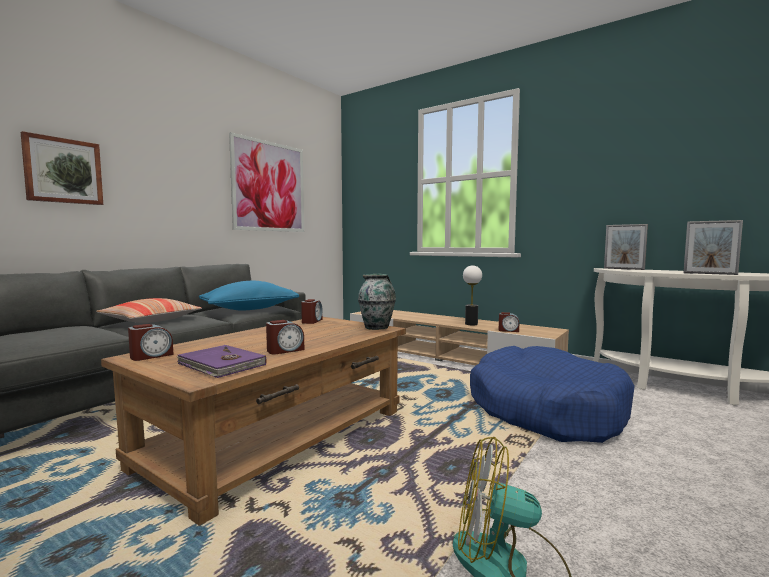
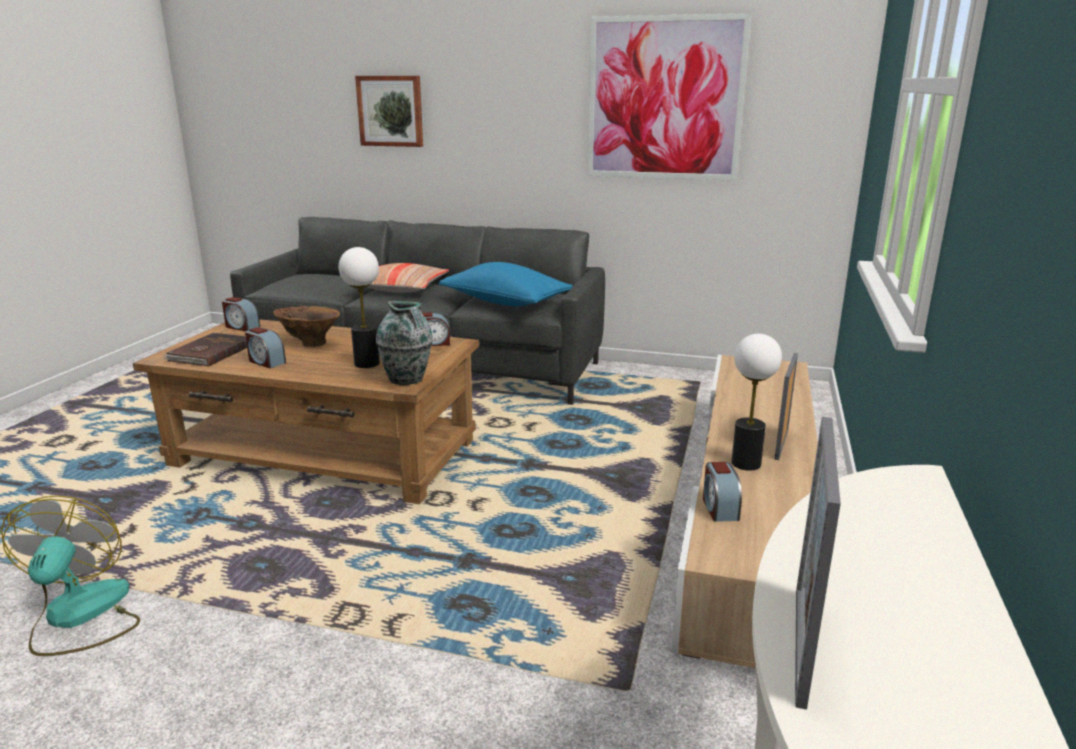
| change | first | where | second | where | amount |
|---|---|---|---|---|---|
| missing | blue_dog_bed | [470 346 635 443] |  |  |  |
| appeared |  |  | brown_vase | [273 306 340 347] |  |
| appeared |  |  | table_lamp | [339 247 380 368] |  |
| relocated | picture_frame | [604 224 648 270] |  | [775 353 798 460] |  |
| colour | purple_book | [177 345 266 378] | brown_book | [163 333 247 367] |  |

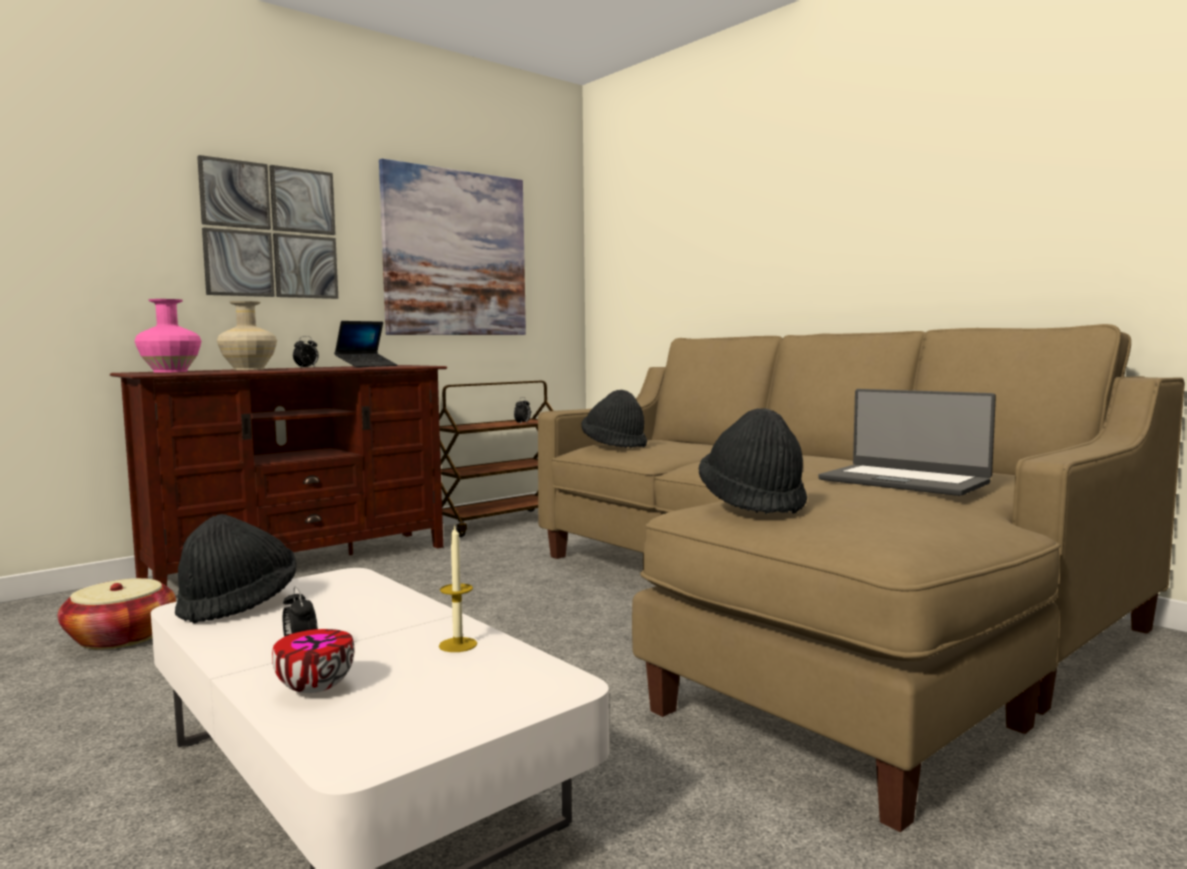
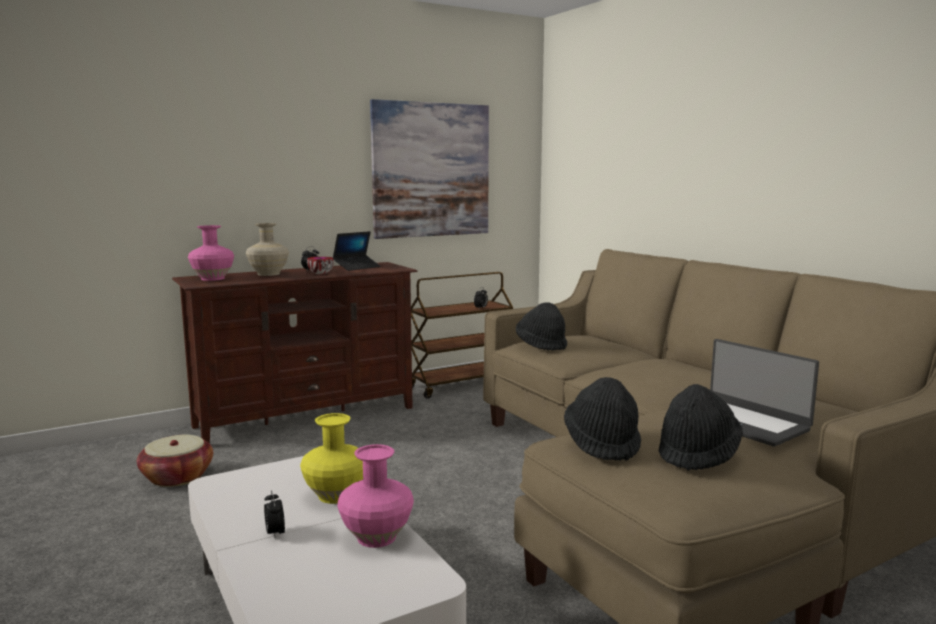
| change | first | where | second | where | amount |
|---|---|---|---|---|---|
| missing | picture | [197 155 338 299] |  |  |  |
| appeared |  |  | yellow_vase | [300 413 363 504] |  |
| relocated | black_hat | [175 514 297 624] |  | [659 384 743 471] |  |
| relocated | bowl | [272 629 355 693] |  | [307 257 334 274] |  |
| exchanged | candle | [439 524 477 652] | pink_vase | [337 444 414 548] |  |

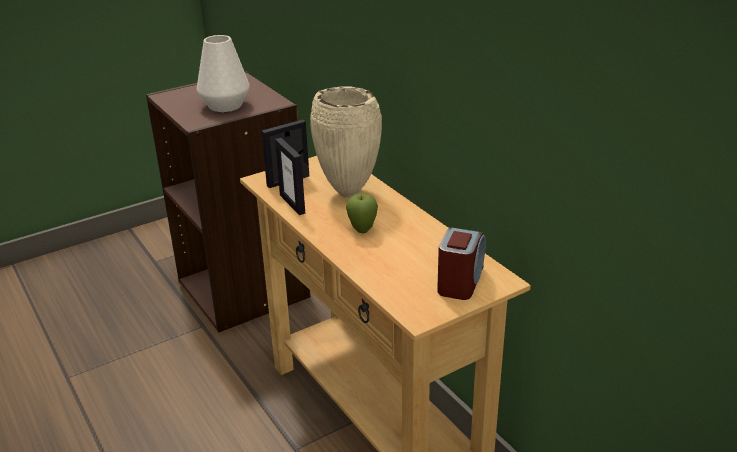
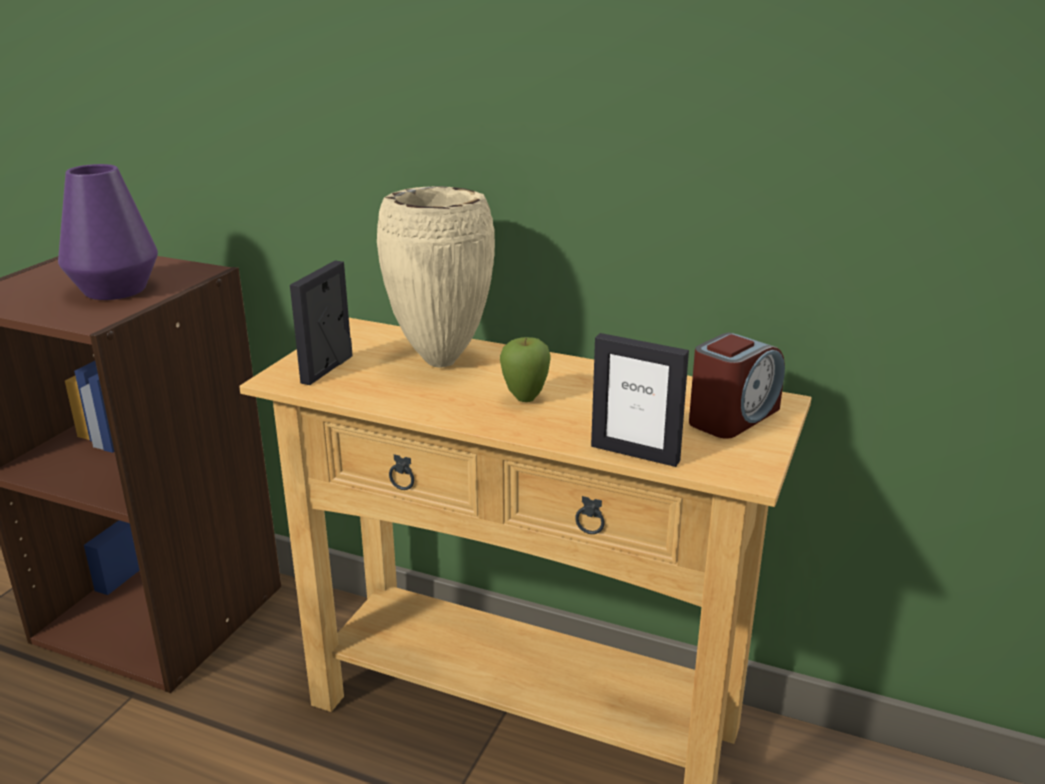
| change | first | where | second | where | amount |
|---|---|---|---|---|---|
| relocated | picture_frame | [275 138 305 215] |  | [591 333 689 467] |  |
| colour | white_vase | [197 35 250 112] | purple_vase | [58 164 158 300] |  |
| spun | alarm_clock | [437 227 486 300] |  | [689 332 785 439] | 60 degrees clockwise |

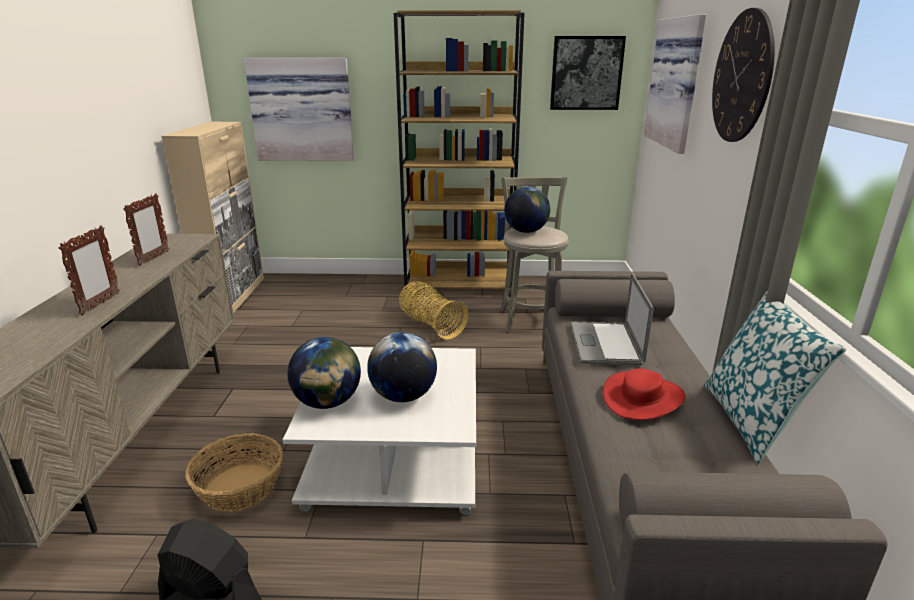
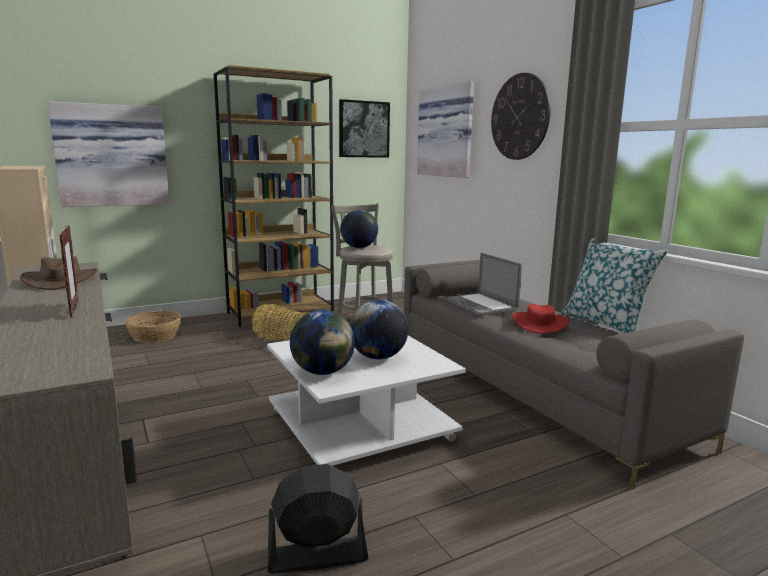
| change | first | where | second | where | amount |
|---|---|---|---|---|---|
| relocated | basket | [185 433 283 512] |  | [125 311 181 343] |  |
| exchanged | picture_frame | [123 193 169 266] | brown_hat | [20 256 98 290] |  |

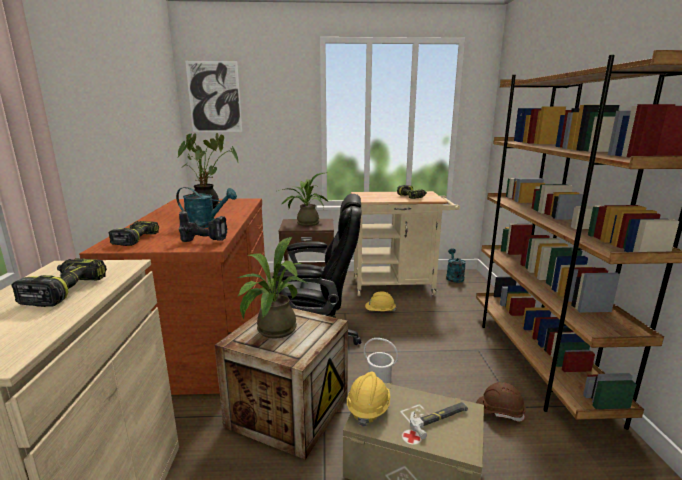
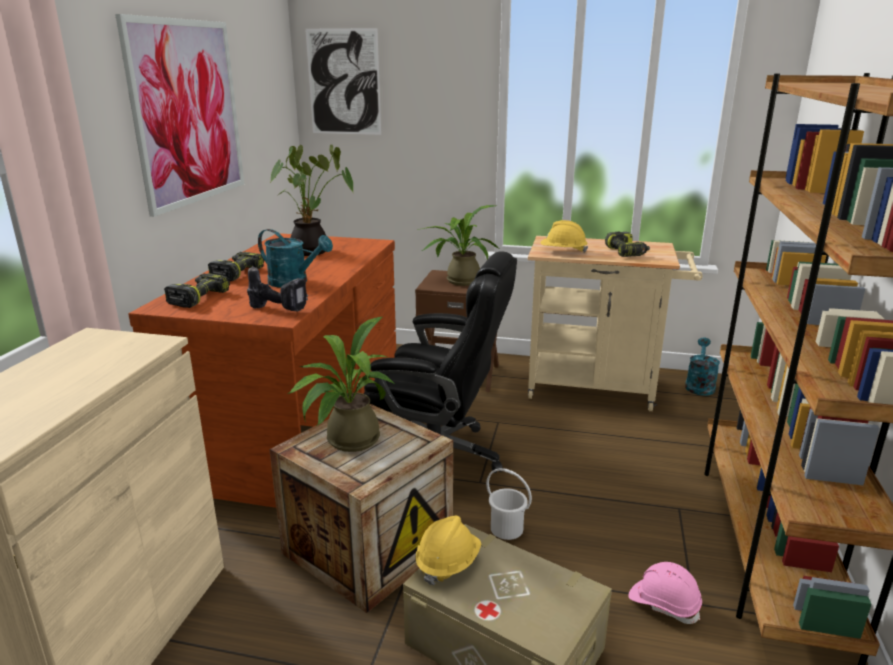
| change | first | where | second | where | amount |
|---|---|---|---|---|---|
| missing | hammer | [410 402 468 439] |  |  |  |
| appeared |  |  | picture | [115 14 244 217] |  |
| relocated | power_drill | [11 258 107 307] |  | [208 252 264 281] |  |
| relocated | yellow_hard_hat | [365 292 396 311] |  | [540 220 588 253] |  |
| colour | brown_hard_hat | [476 382 526 421] | pink_hard_hat | [629 562 702 624] |  |

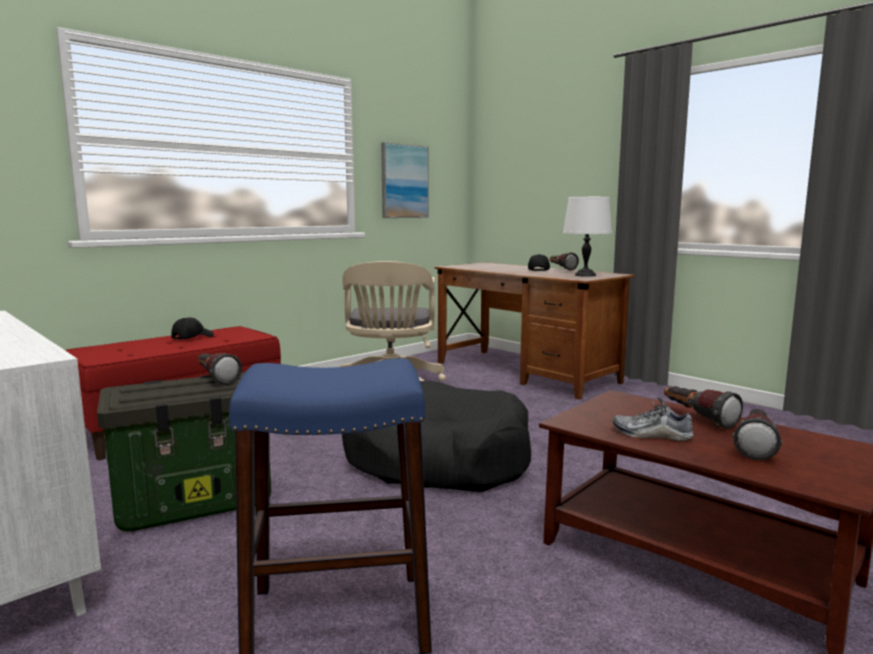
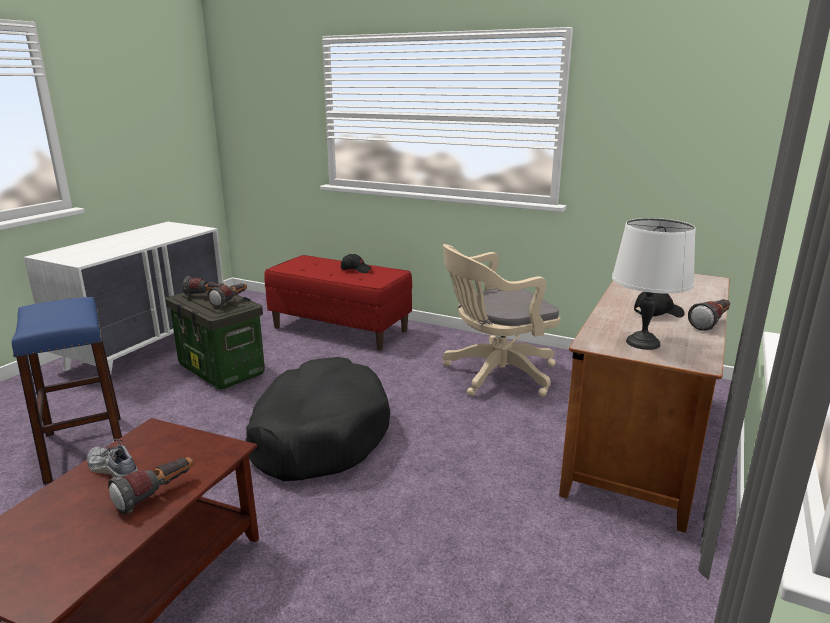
| change | first | where | second | where | amount |
|---|---|---|---|---|---|
| missing | picture | [381 142 429 218] |  |  |  |
| relocated | flashlight | [733 409 782 460] |  | [183 276 227 296] |  |
| spun | shoe | [613 397 693 441] |  | [87 439 138 477] | 60 degrees counterclockwise |

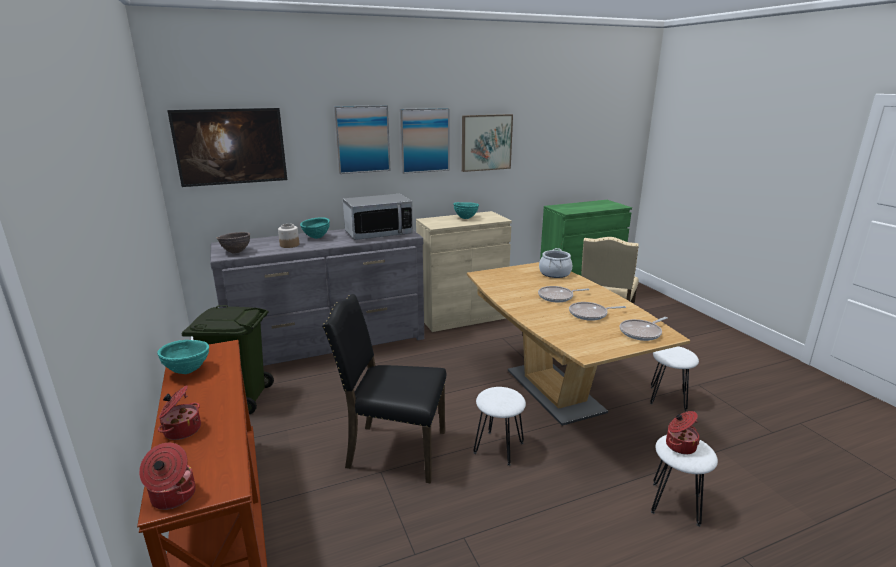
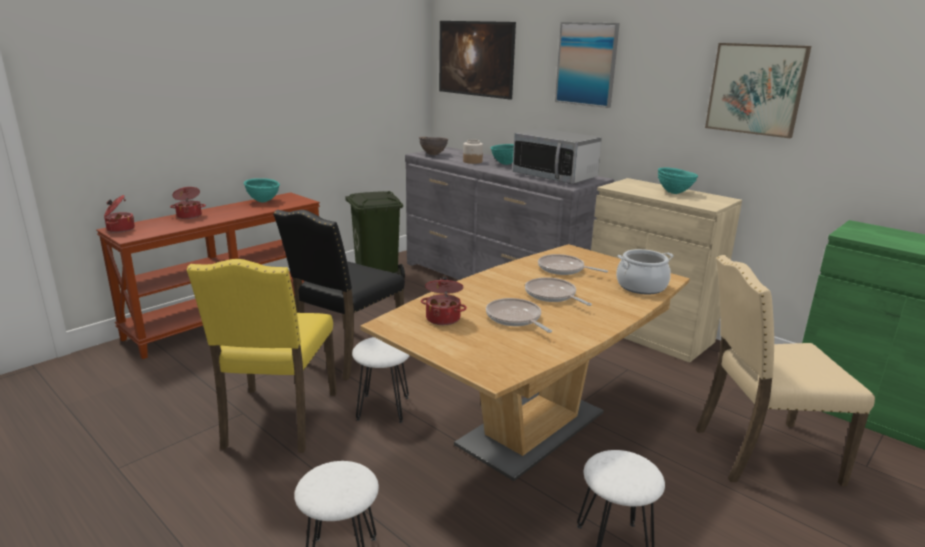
| change | first | where | second | where | amount |
|---|---|---|---|---|---|
| missing | picture | [400 108 449 174] |  |  |  |
| appeared |  |  | yellow_chair | [187 259 337 453] |  |
| relocated | frying_pan | [620 317 667 341] |  | [538 254 608 275] |  |
| relocated | cooking_pot | [666 411 700 454] |  | [421 277 467 325] |  |
| spun | black_chair | [322 294 446 483] |  | [273 210 405 381] | 135 degrees counterclockwise |

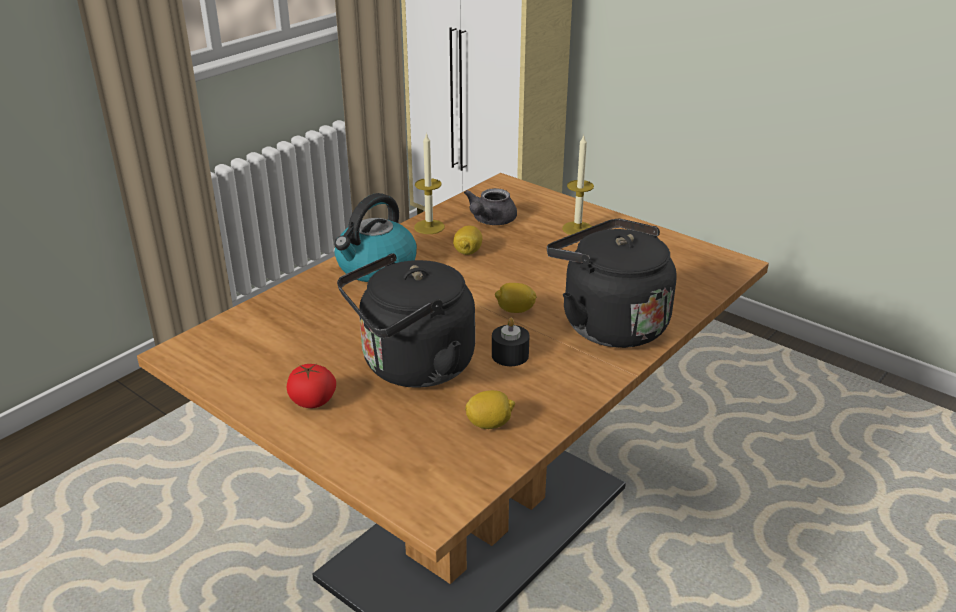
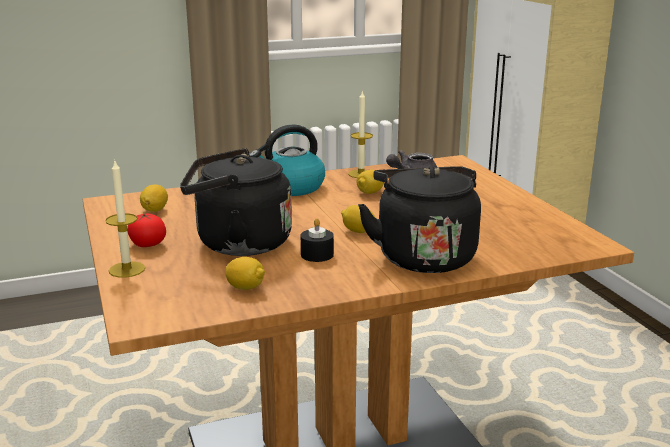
| change | first | where | second | where | amount |
|---|---|---|---|---|---|
| appeared |  |  | lemon | [140 185 168 212] |  |
| relocated | candle | [562 136 594 235] |  | [105 159 145 278] |  |

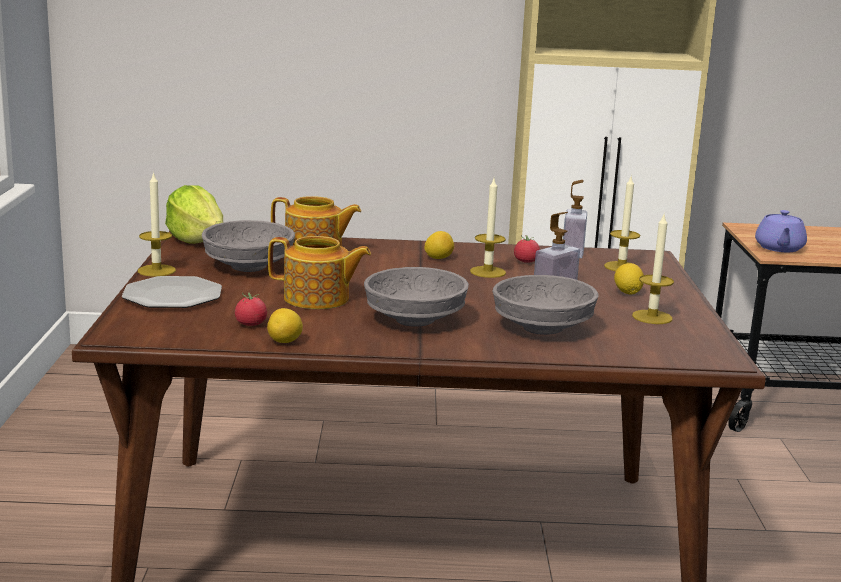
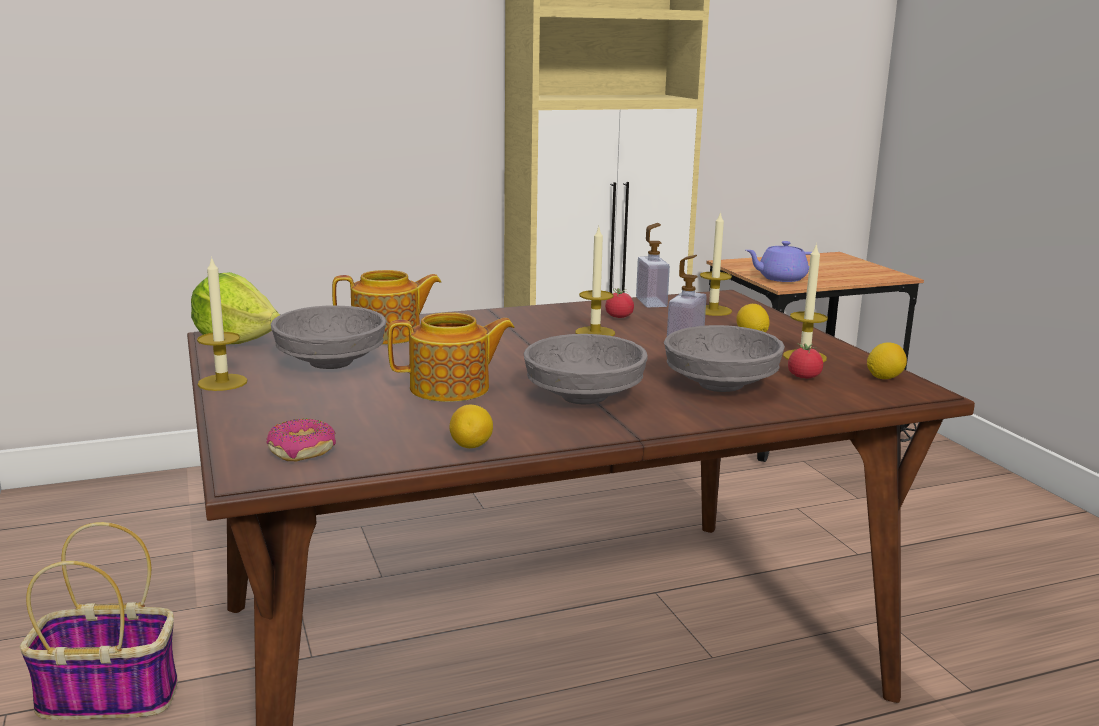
| change | first | where | second | where | amount |
|---|---|---|---|---|---|
| missing | plate | [122 276 222 308] |  |  |  |
| appeared |  |  | basket | [20 522 178 720] |  |
| appeared |  |  | donut | [267 418 336 461] |  |
| relocated | tomato | [235 292 267 326] |  | [788 343 823 379] |  |
| relocated | lemon | [424 231 454 259] |  | [867 342 907 379] |  |
| spun | purple_teapot | [755 210 807 252] |  | [746 241 812 282] | 90 degrees clockwise |

